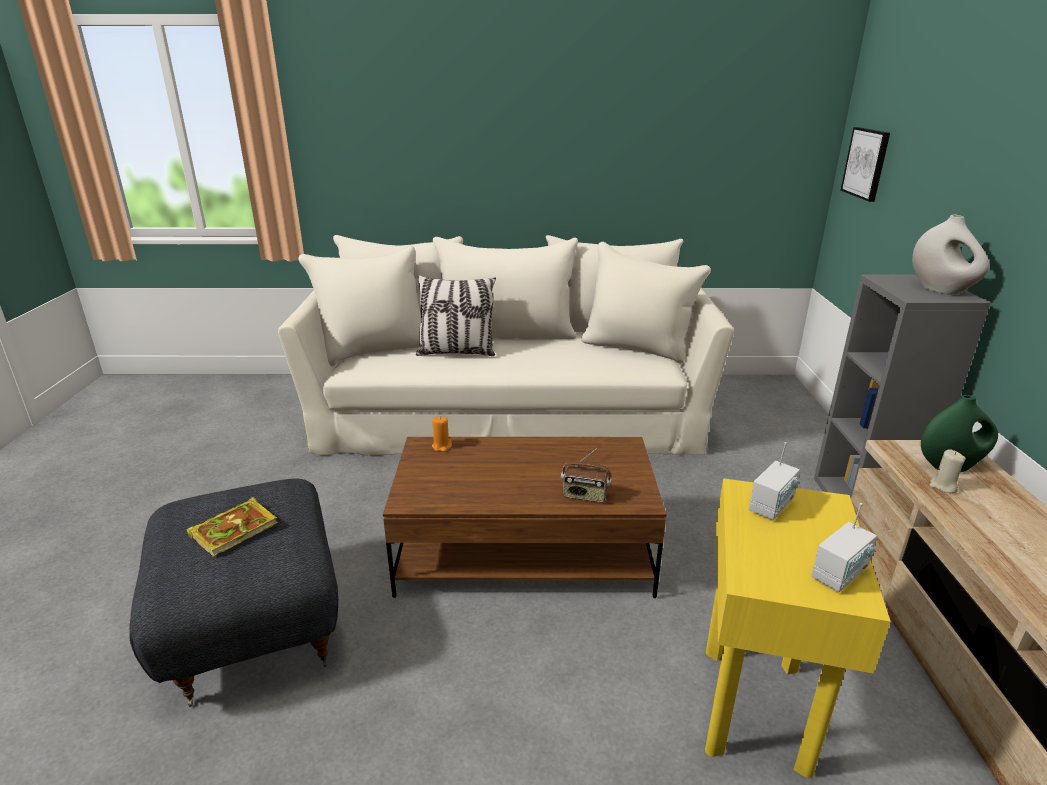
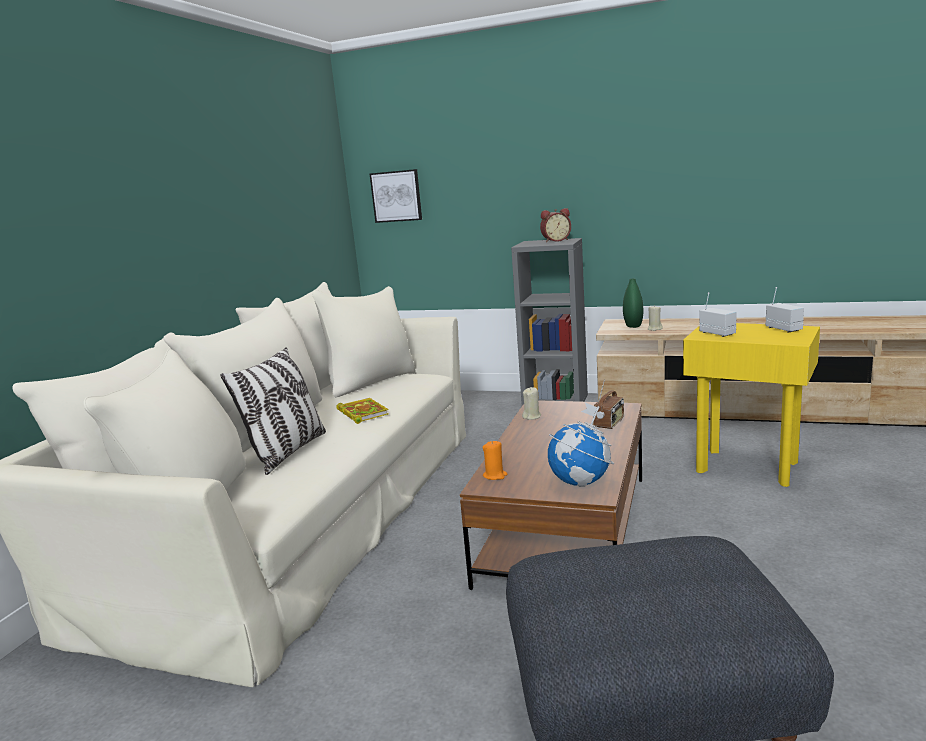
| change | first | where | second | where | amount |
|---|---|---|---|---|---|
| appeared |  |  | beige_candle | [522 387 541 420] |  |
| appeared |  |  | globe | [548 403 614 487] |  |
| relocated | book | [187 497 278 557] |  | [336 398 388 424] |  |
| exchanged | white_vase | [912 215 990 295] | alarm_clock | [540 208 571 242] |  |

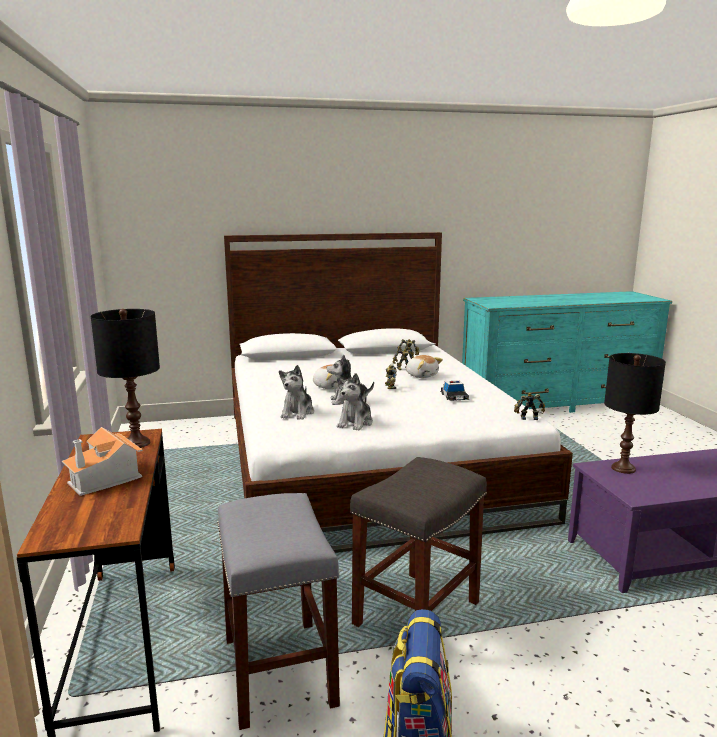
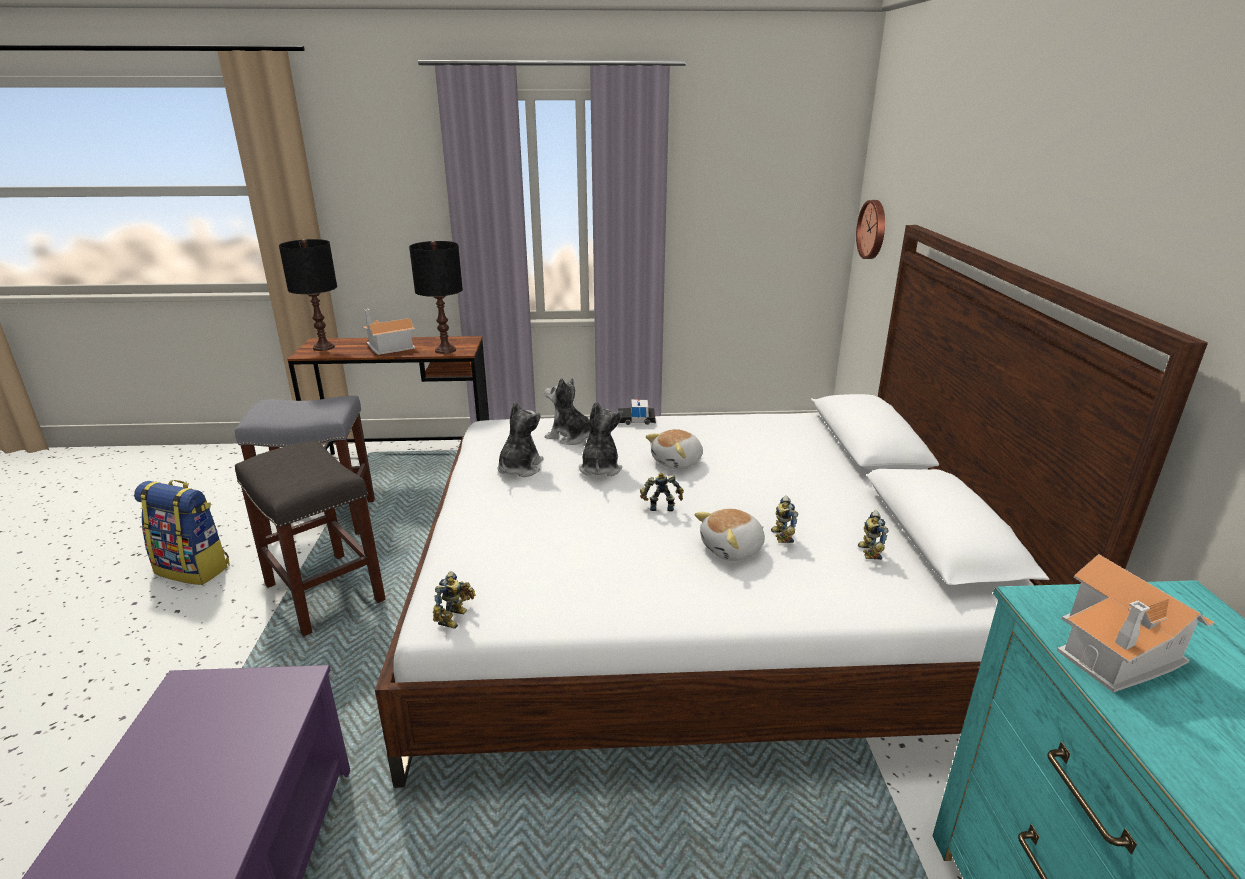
| change | first | where | second | where | amount |
|---|---|---|---|---|---|
| appeared |  |  | wall_clock | [856 200 885 259] |  |
| appeared |  |  | toy_house | [1057 554 1215 693] |  |
| relocated | toy_car | [440 380 469 401] |  | [617 399 656 425] |  |
| relocated | black_table_lamp | [604 353 666 474] |  | [279 239 337 351] |  |
| spun | plush_toy | [337 373 373 431] |  | [497 402 544 477] | 75 degrees clockwise |

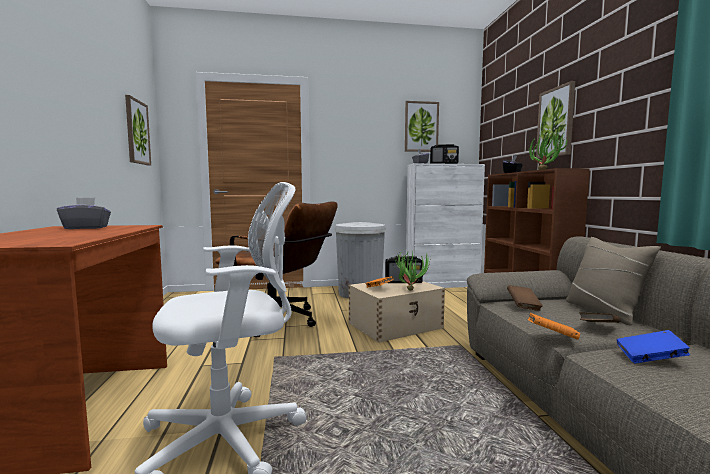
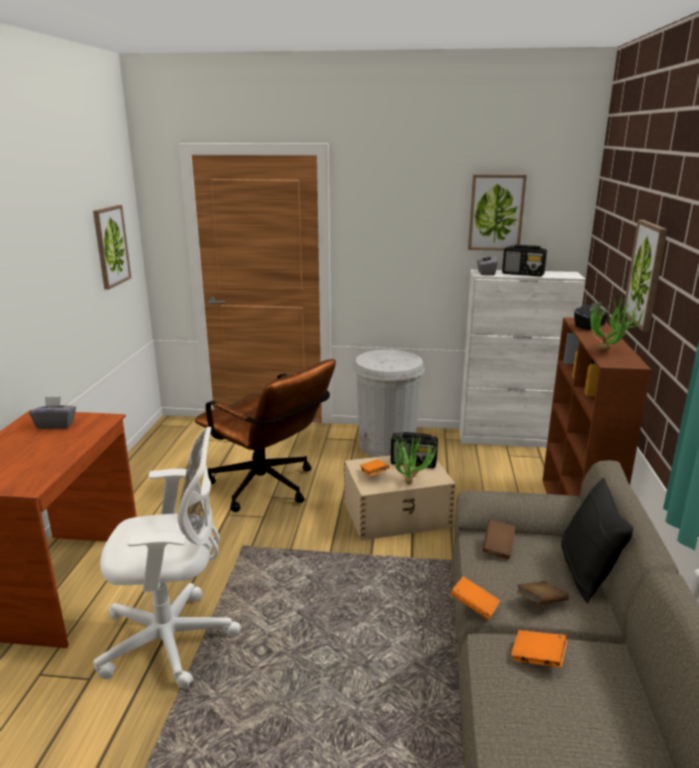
| change | first | where | second | where | amount |
|---|---|---|---|---|---|
| colour | beige_pillow | [566 237 661 326] | black_pillow | [561 478 634 603] |  |
| colour | blue_book | [617 330 690 363] | orange_book | [511 630 567 668] |  |

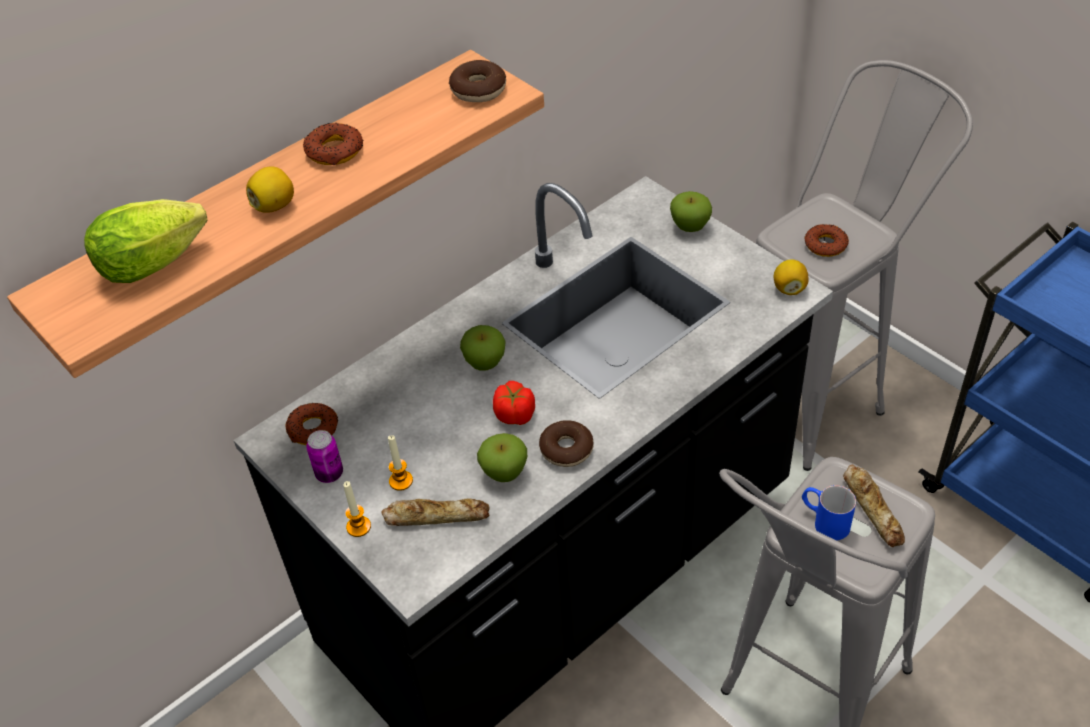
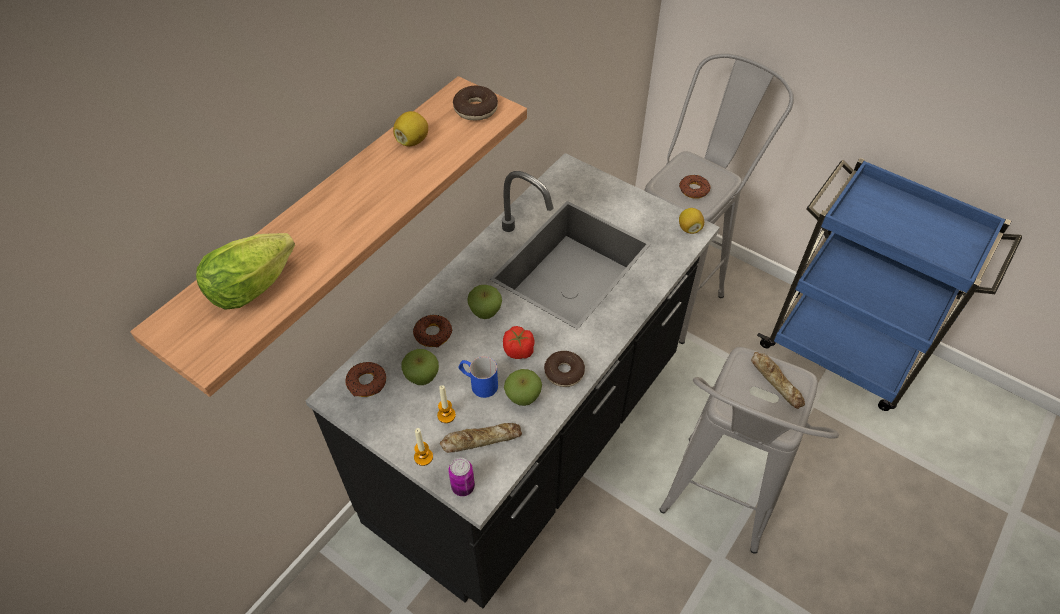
| change | first | where | second | where | amount |
|---|---|---|---|---|---|
| relocated | lemon | [246 166 294 213] |  | [393 111 428 146] |  |
| relocated | donut | [303 123 363 165] |  | [413 315 452 347] |  |
| relocated | can | [306 430 343 483] |  | [448 458 475 496] |  |
| relocated | apple | [670 191 712 232] |  | [401 349 439 385] |  |
| relocated | blue_mug | [802 485 856 540] |  | [459 356 498 398] |  |

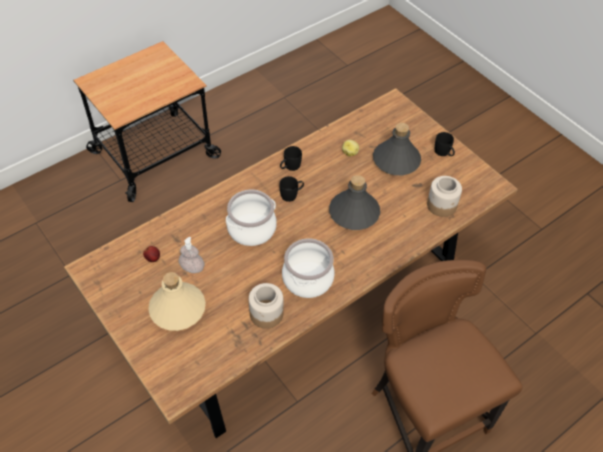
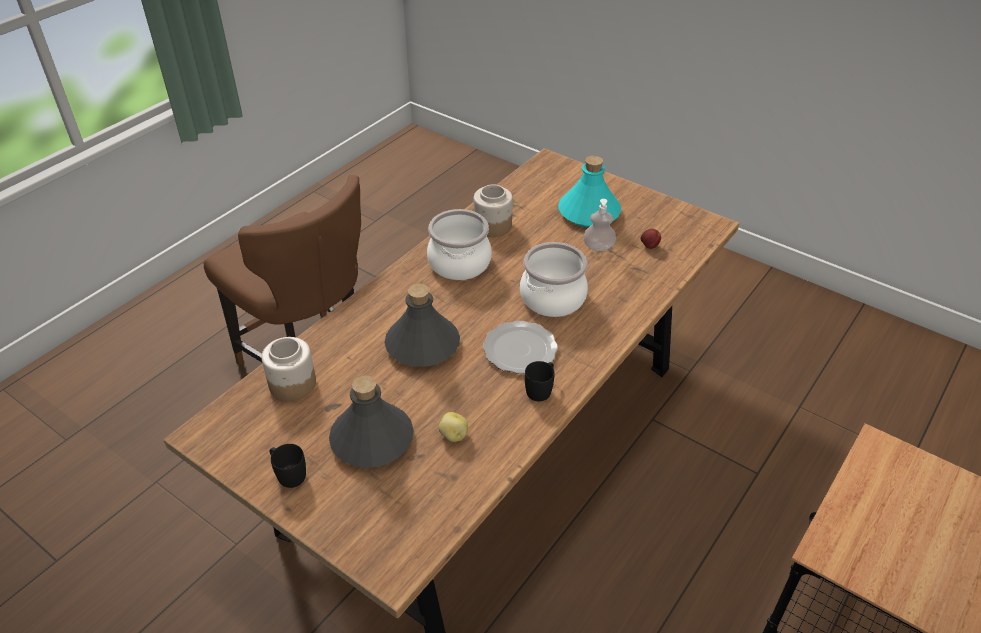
| change | first | where | second | where | amount |
|---|---|---|---|---|---|
| exchanged | black_mug | [280 176 304 202] | plate | [483 321 558 374] |  |
| colour | beige_bottle | [148 272 206 331] | turquoise_bottle | [558 156 621 227] |  |

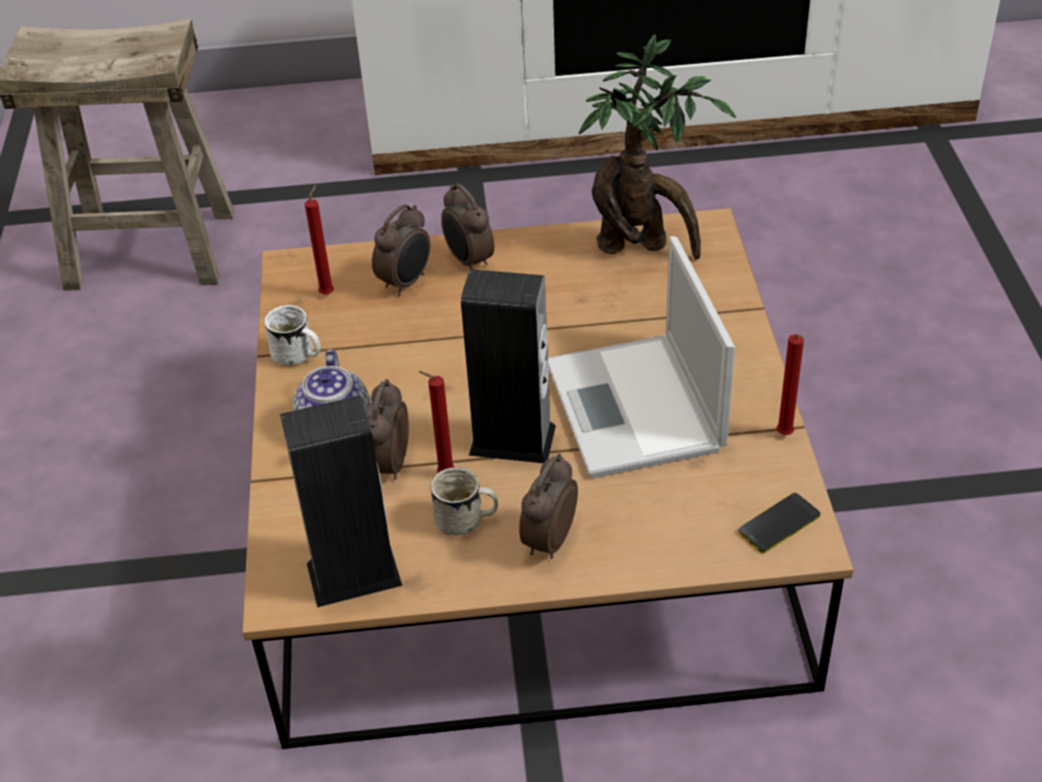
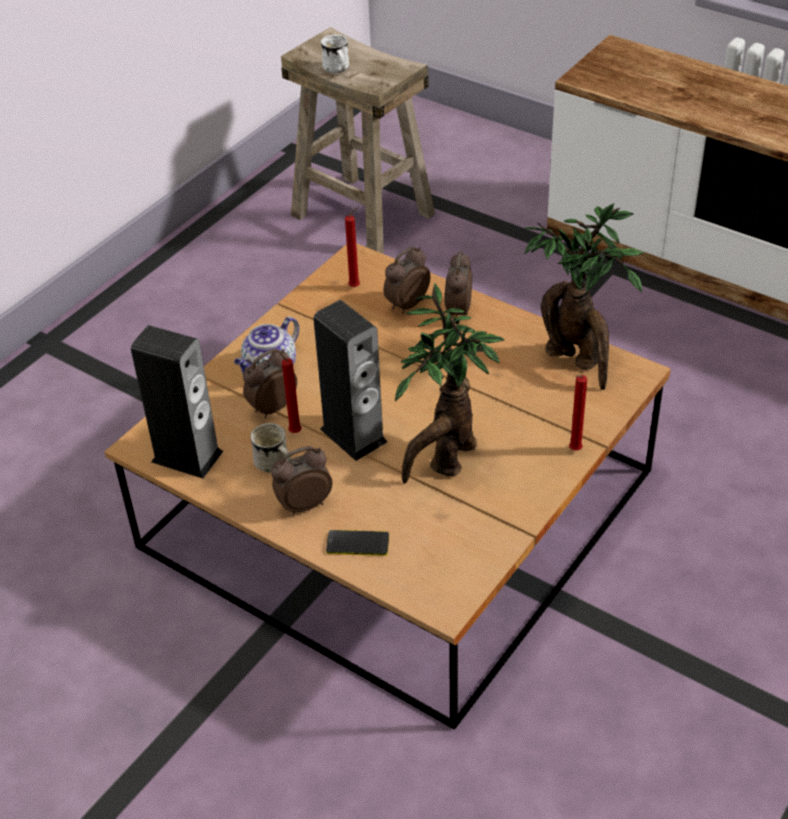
| change | first | where | second | where | amount |
|---|---|---|---|---|---|
| relocated | white_mug | [264 305 321 366] |  | [321 34 349 73] |  |
| relocated | phone | [738 493 821 554] |  | [326 530 389 556] |  |
| relocated | red_candle | [776 334 804 435] |  | [569 375 587 451] |  |
| exchanged | laptop | [548 236 735 478] | potted_plant | [395 283 505 484] |  |
| spun | alarm_clock | [372 204 430 296] |  | [383 246 430 313] | 150 degrees clockwise |

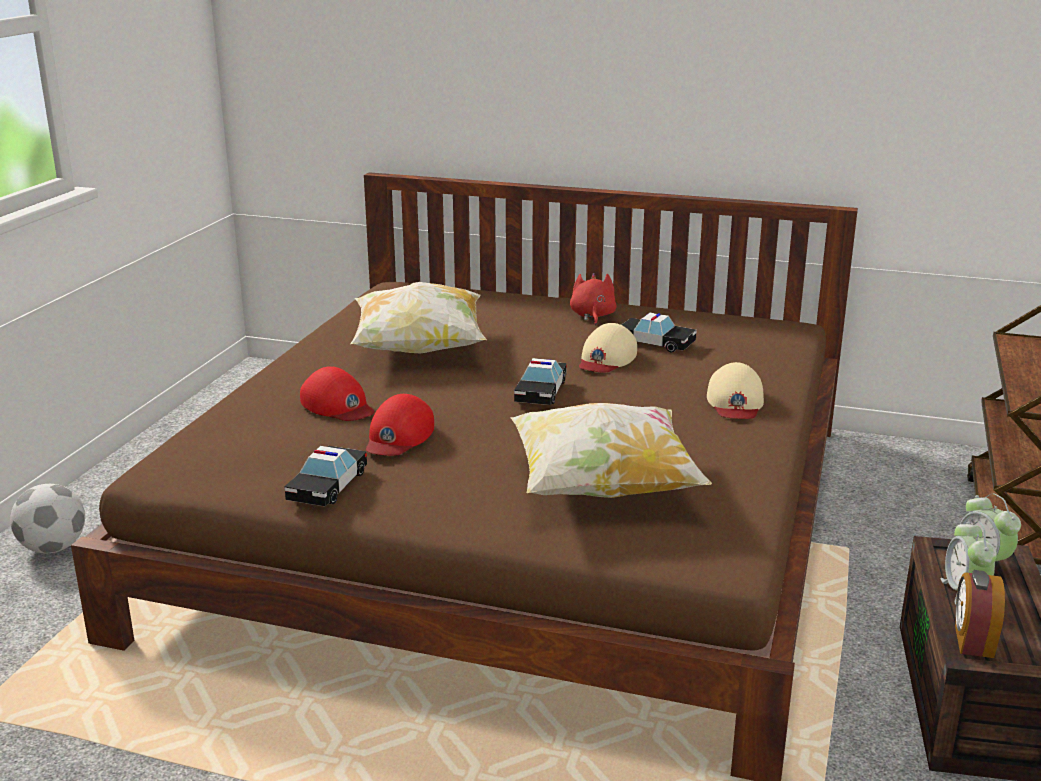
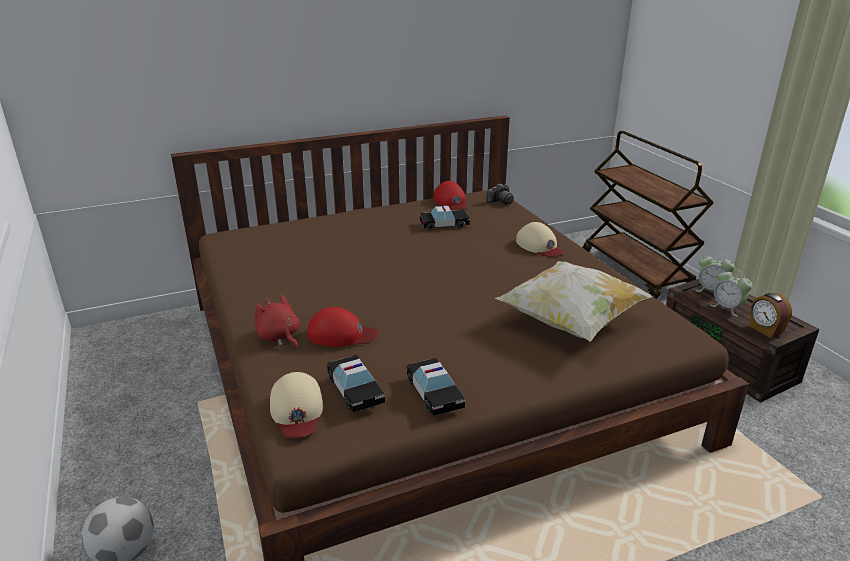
| change | first | where | second | where | amount |
|---|---|---|---|---|---|
| missing | pillow | [351 282 487 353] |  |  |  |
| appeared |  |  | photo_camera | [486 183 514 205] |  |
| relocated | red_cap | [366 394 434 456] |  | [433 181 467 210] |  |
| relocated | toy_car | [514 358 567 405] |  | [327 355 385 413] |  |
| relocated | red_plush_toy | [570 273 617 325] |  | [255 295 300 349] |  |
| relocated | beige_cap | [579 323 637 373] |  | [270 372 323 438] |  |

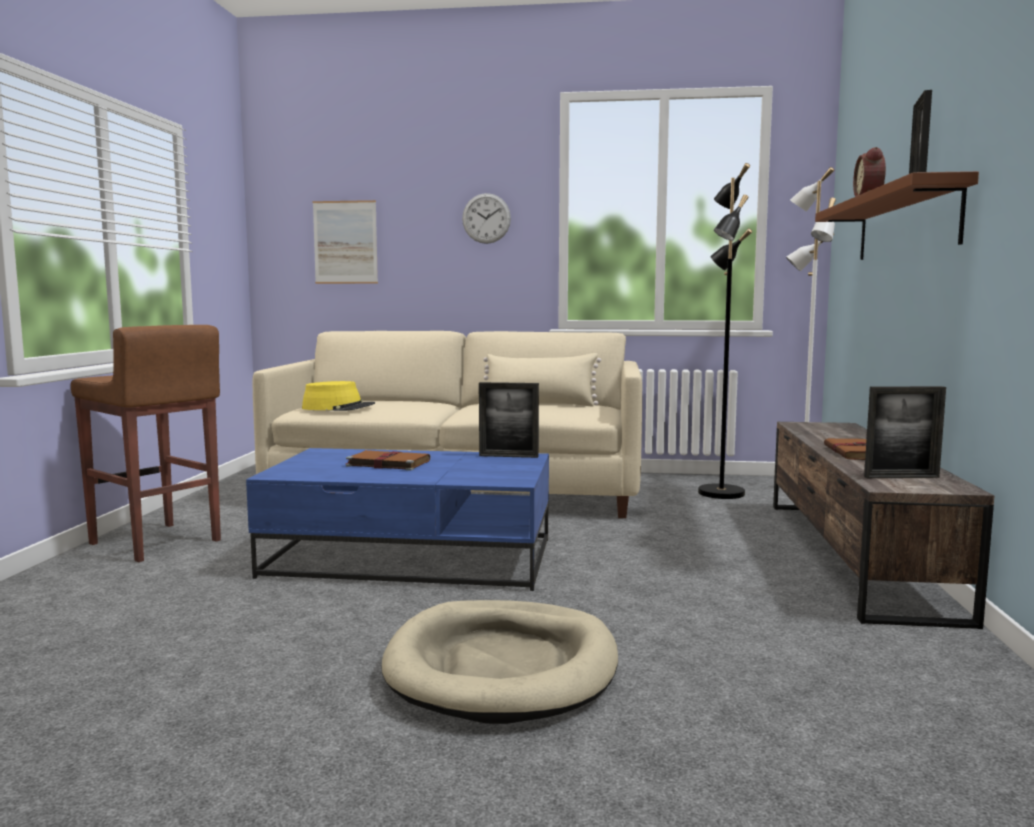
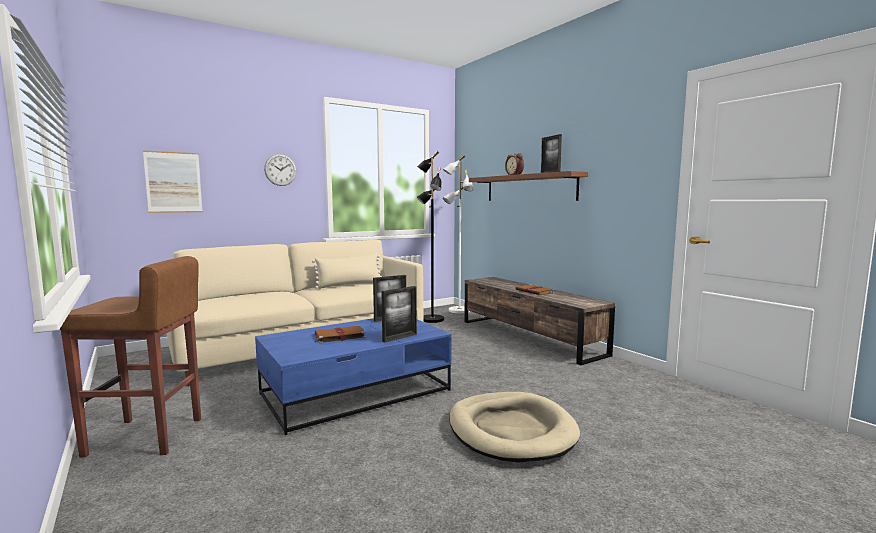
| change | first | where | second | where | amount |
|---|---|---|---|---|---|
| missing | yellow_hat | [302 381 375 411] |  |  |  |
| relocated | picture_frame | [864 386 946 478] |  | [381 286 417 342] |  |

